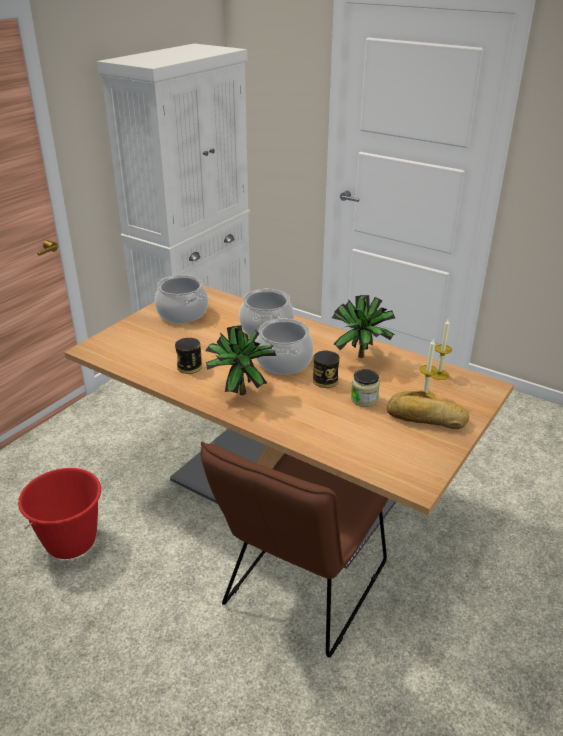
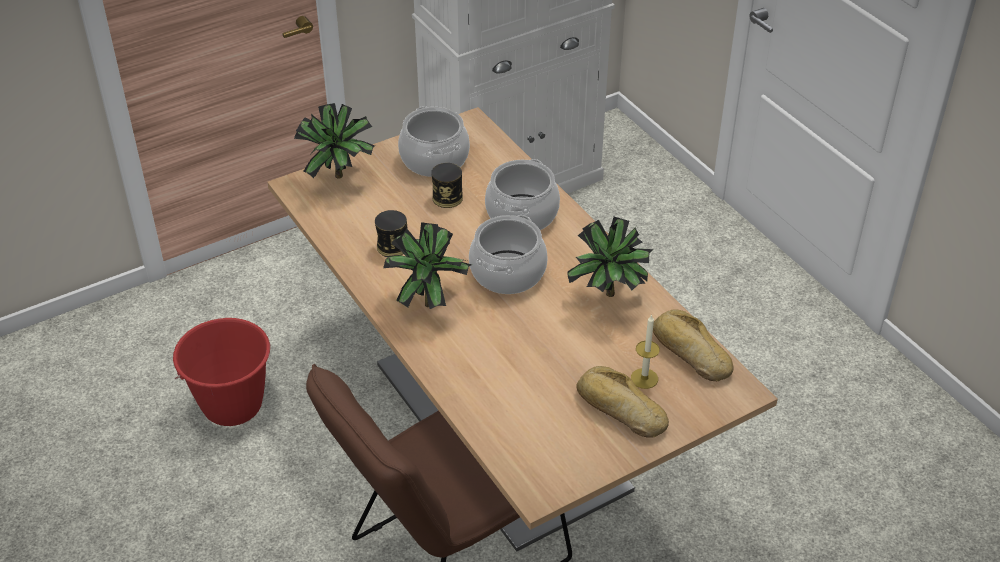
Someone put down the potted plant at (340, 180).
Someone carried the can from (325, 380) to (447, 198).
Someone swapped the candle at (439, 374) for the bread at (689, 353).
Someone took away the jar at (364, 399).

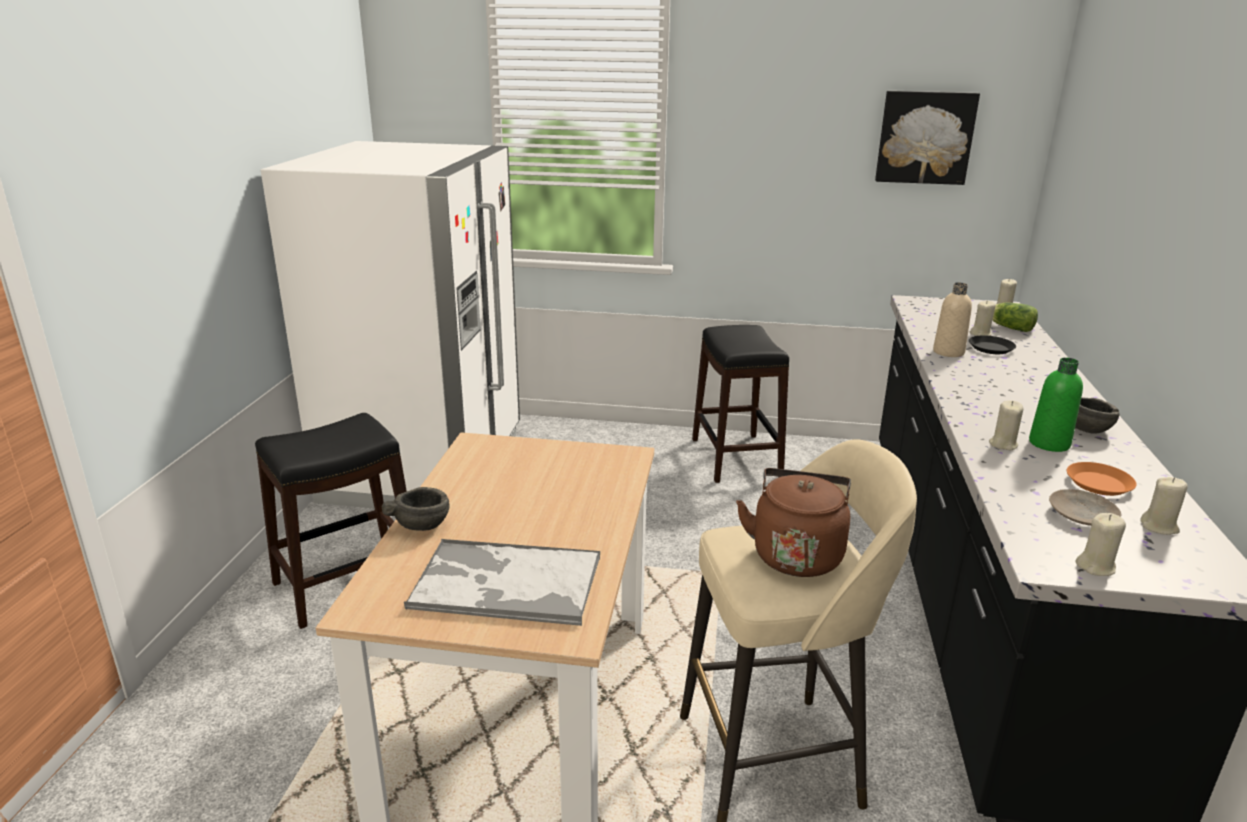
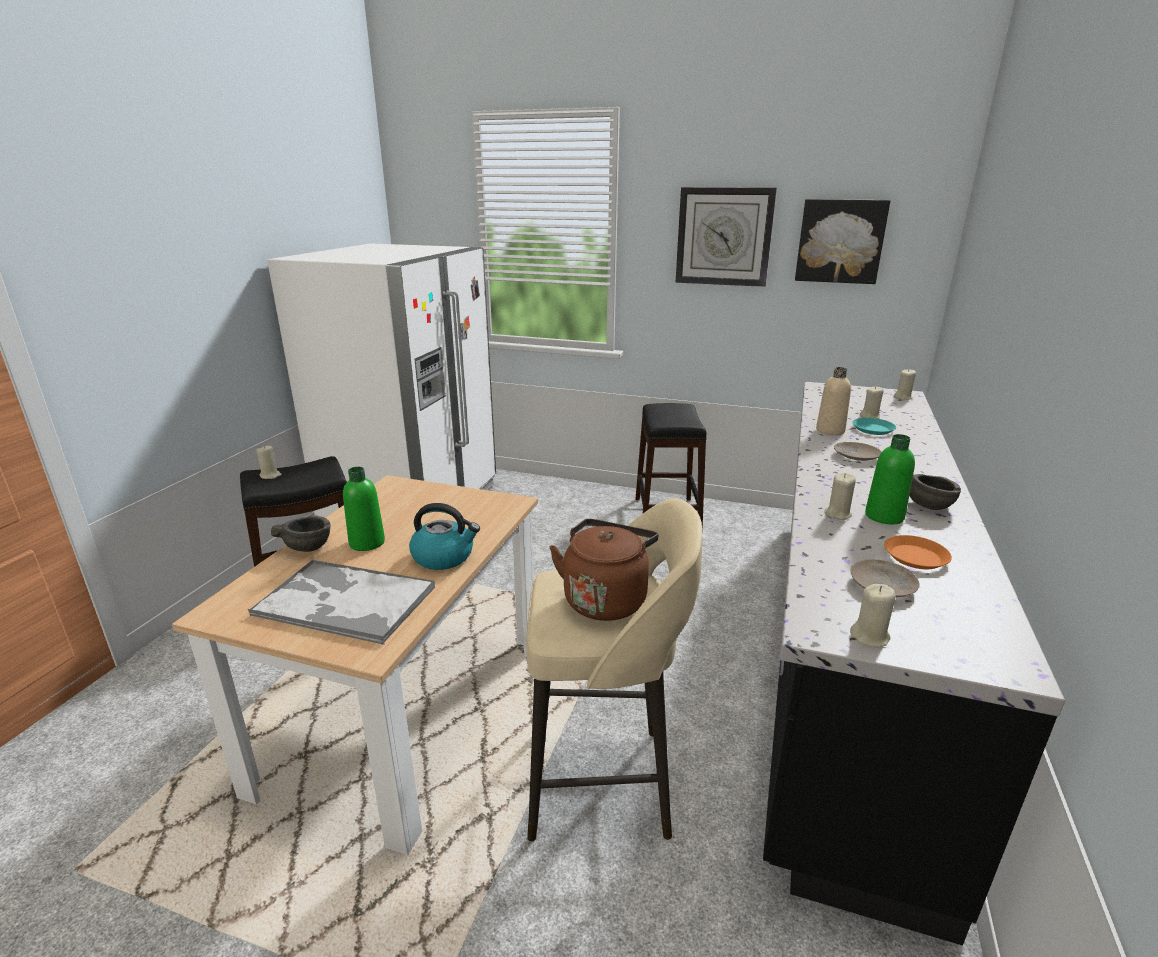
Someone carried the candle (beige) from (1159, 527) to (270, 475).
Someone put down the bottle (green) at (367, 543).
Someone put down the kettle at (444, 557).
Someone put up the wall clock at (724, 237).
Someone put down the plate (beige) at (855, 456).
Someone repainted the plate (black) at (991, 348), which became the plate (turquoise) at (873, 429).
Someone took away the lettuce at (1008, 327).

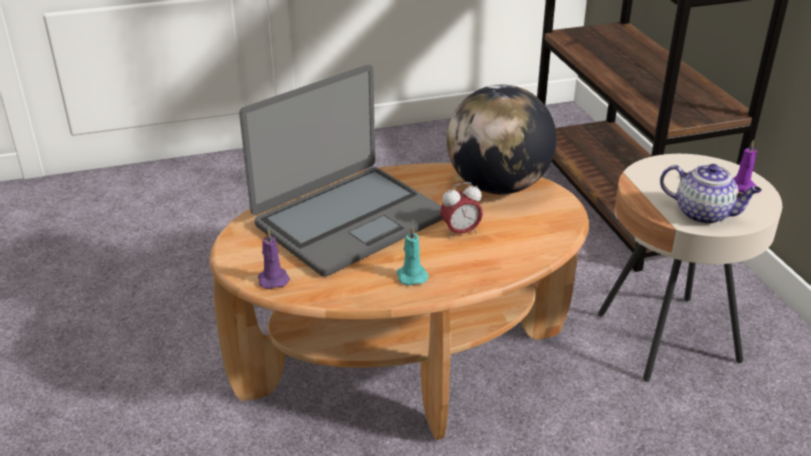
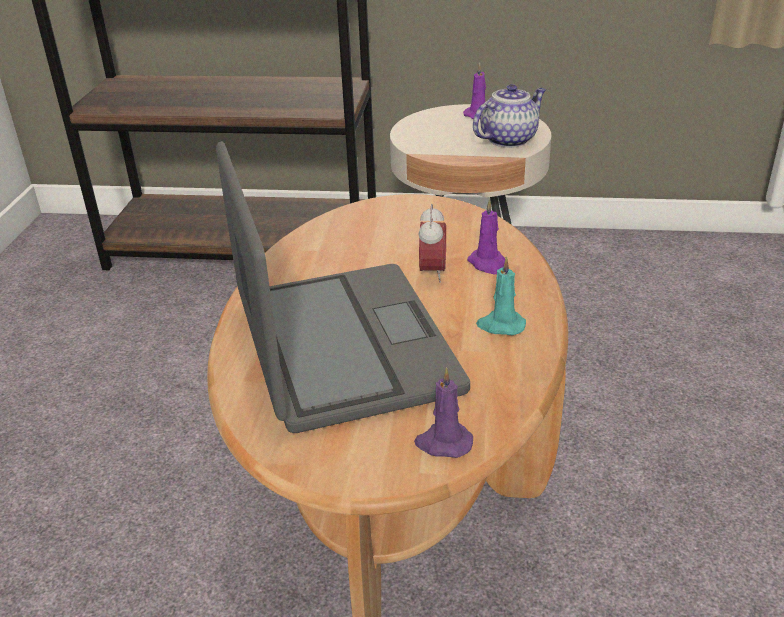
Someone put down the candle (purple) at (488, 264).
Someone took away the globe at (497, 186).

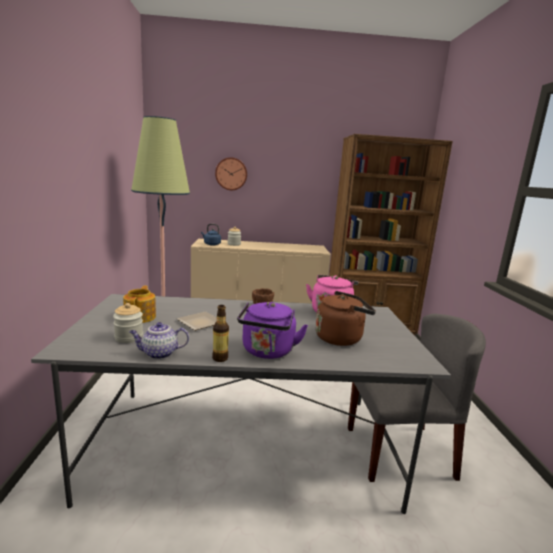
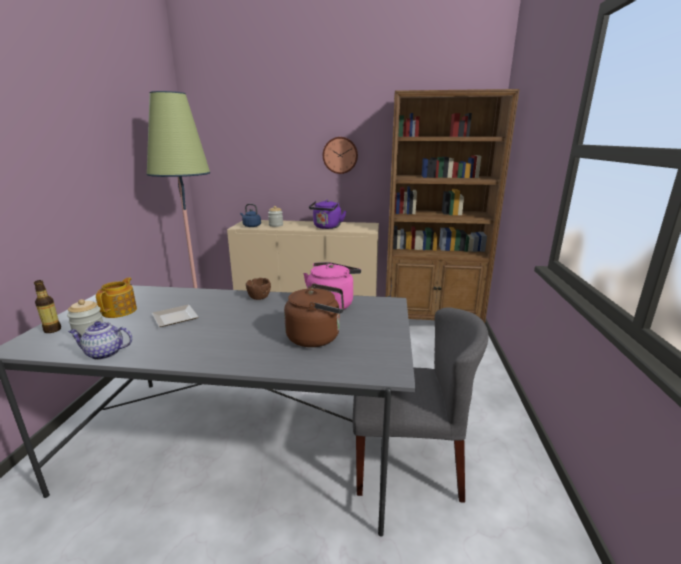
Someone carried the bottle from (220, 358) to (52, 330).
Someone carried the kettle (purple) from (267, 352) to (327, 227).
Someone carried the wall clock from (231, 174) to (340, 155).

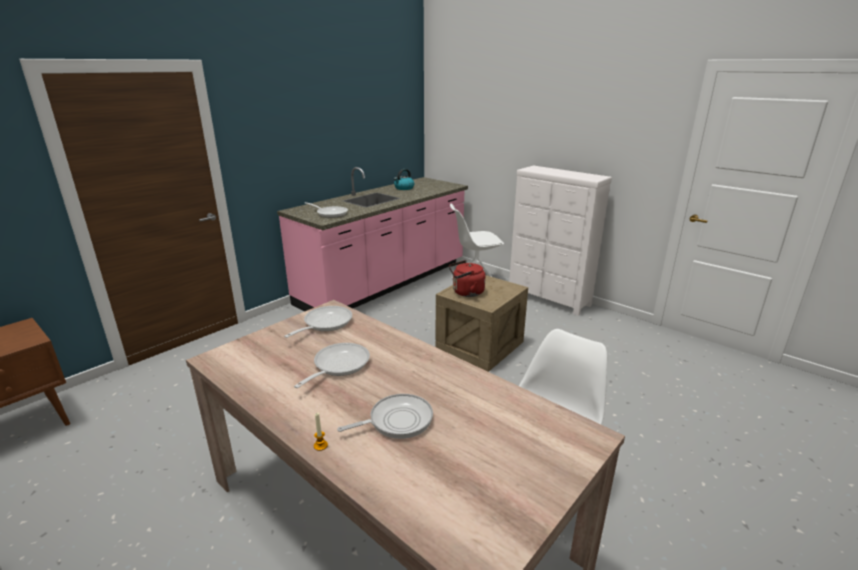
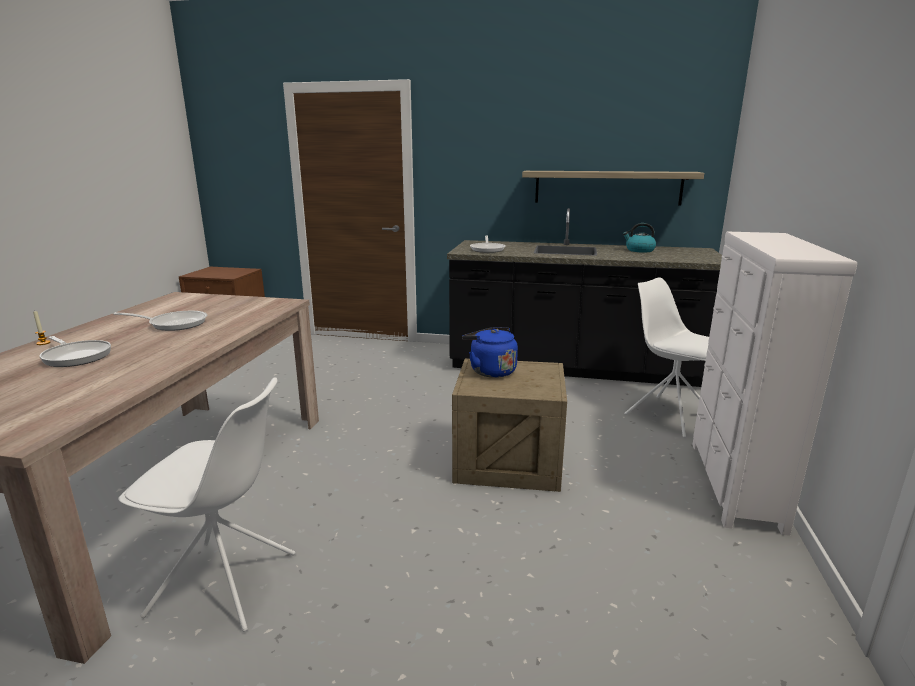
Someone repainted the counter (pink) at (385, 283), which became the counter (black) at (574, 367).
Someone repainted the kettle (red) at (466, 293), which became the kettle (blue) at (490, 371).
Someone put up the shelf at (607, 187).
Someone took away the frying pan at (324, 323).

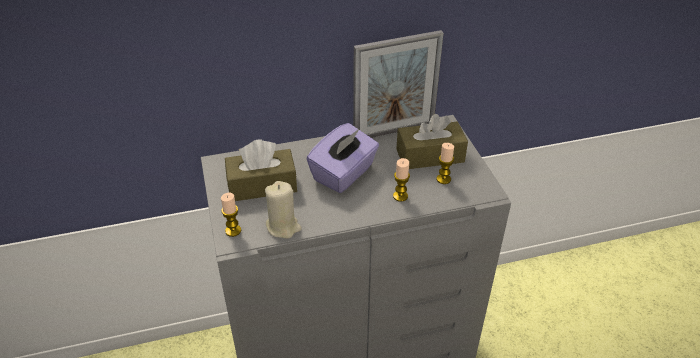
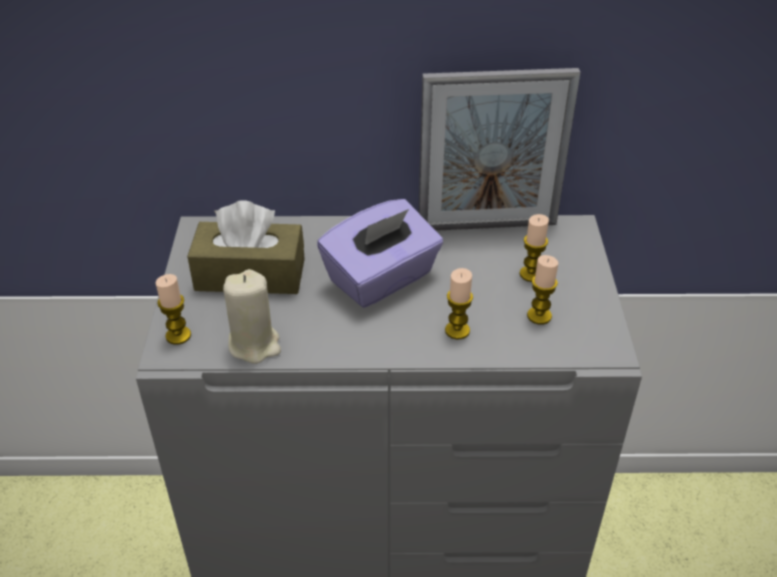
Someone swapped the tissue box (brown) at (430, 156) for the candle at (531, 274).

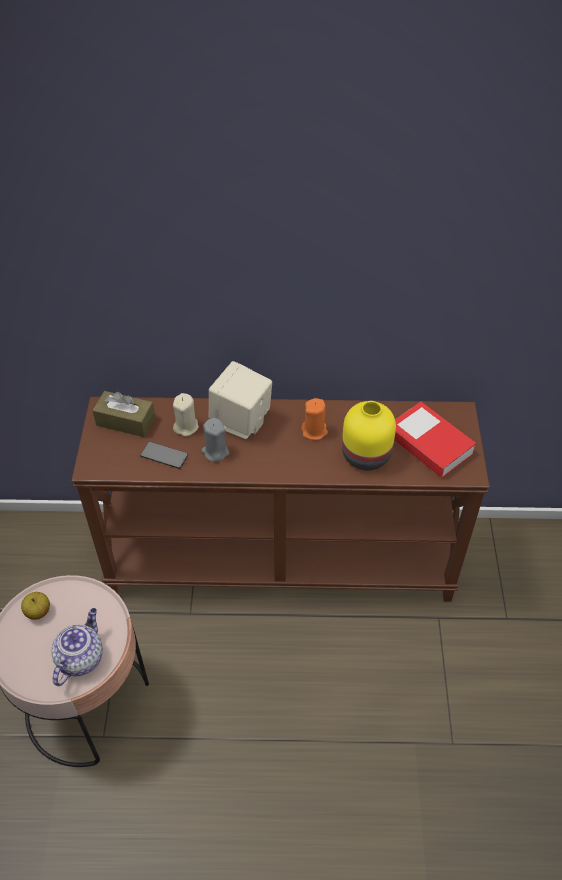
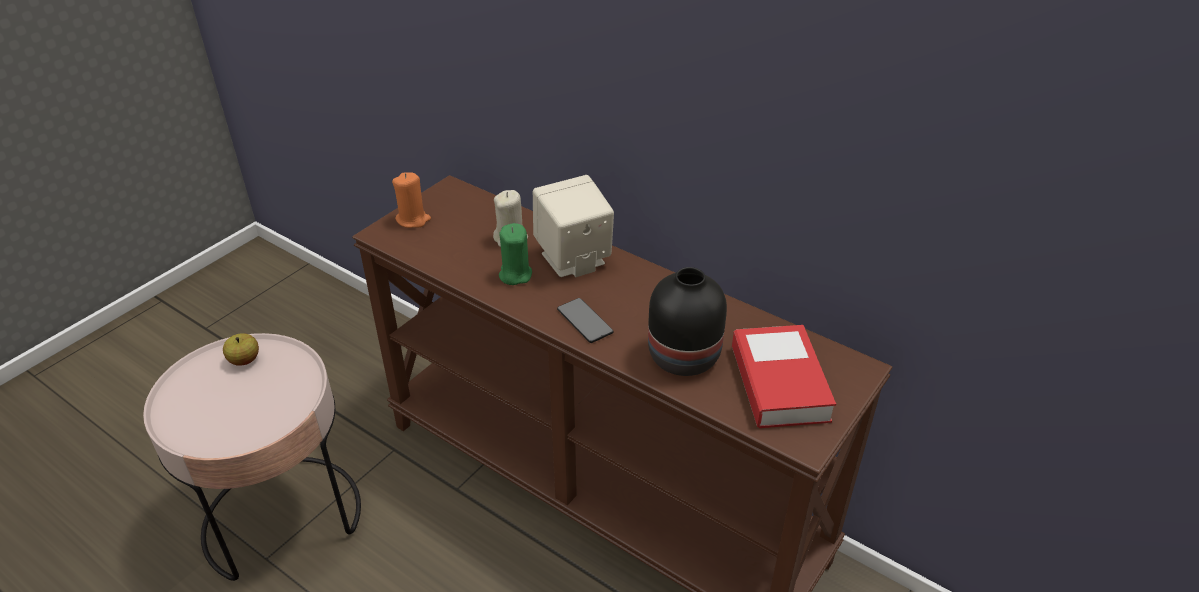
Someone carried the candle (orange) from (314, 431) to (413, 219).
Someone repainted the candle (grey) at (215, 452), which became the candle (green) at (515, 274).
Someone carried the phone from (164, 456) to (584, 321).
Someone repainted the vase (yellow) at (366, 454), which became the vase (black) at (685, 355).
Someone took away the teapot at (80, 657).
Someone took away the tissue box (brown) at (125, 421).

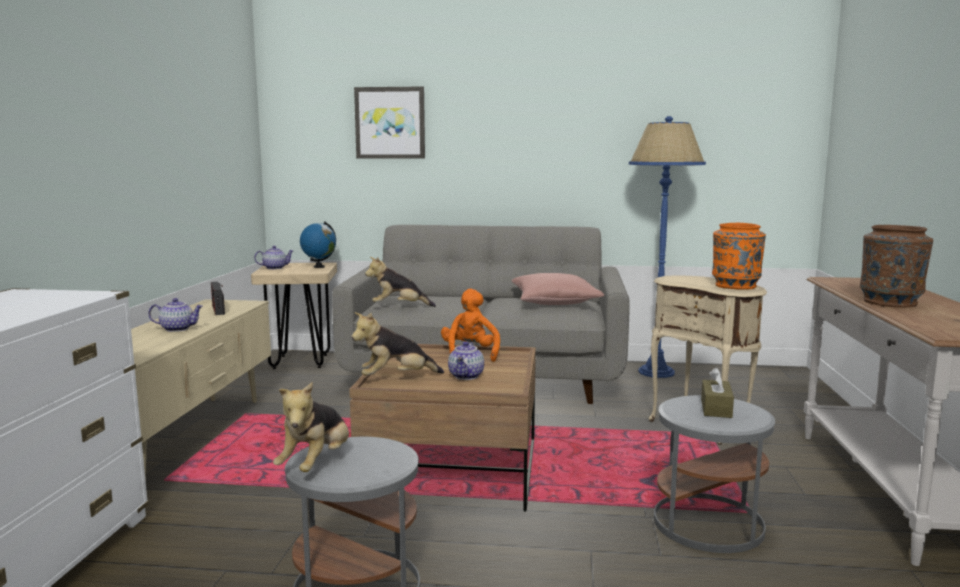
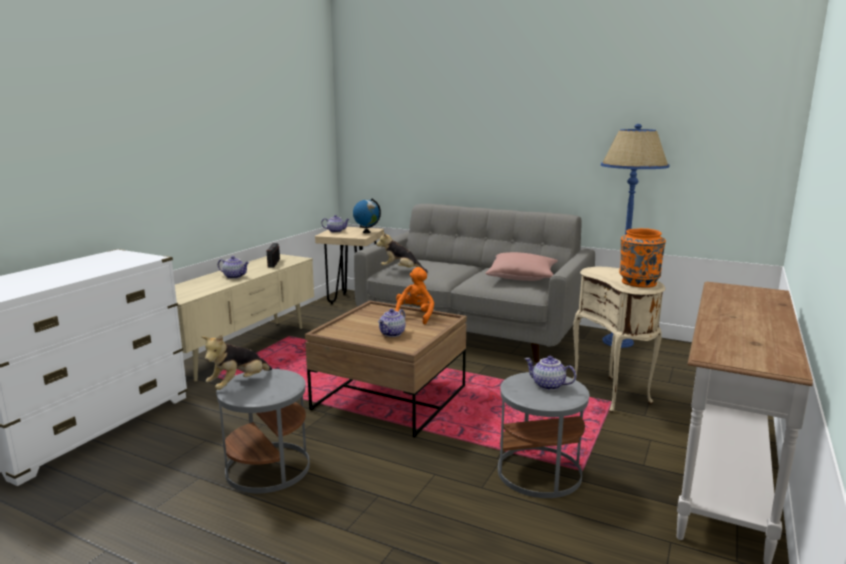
Someone swapped the tissue box (brown) at (716, 408) for the teapot at (548, 386).
Someone took away the plush toy at (396, 378).
Someone took away the picture at (390, 123).
Someone took away the vase (brown) at (890, 302).

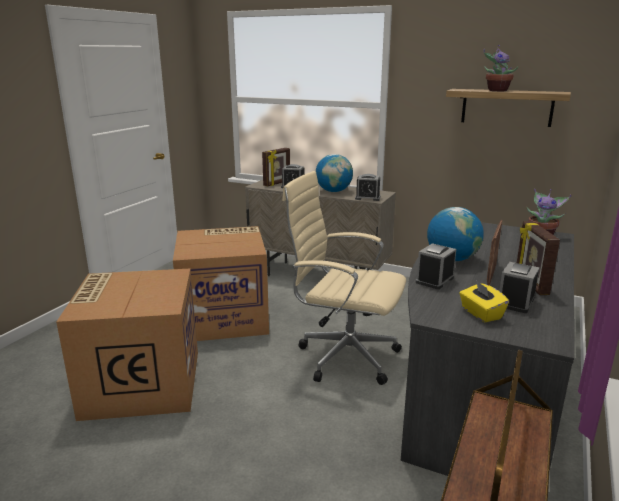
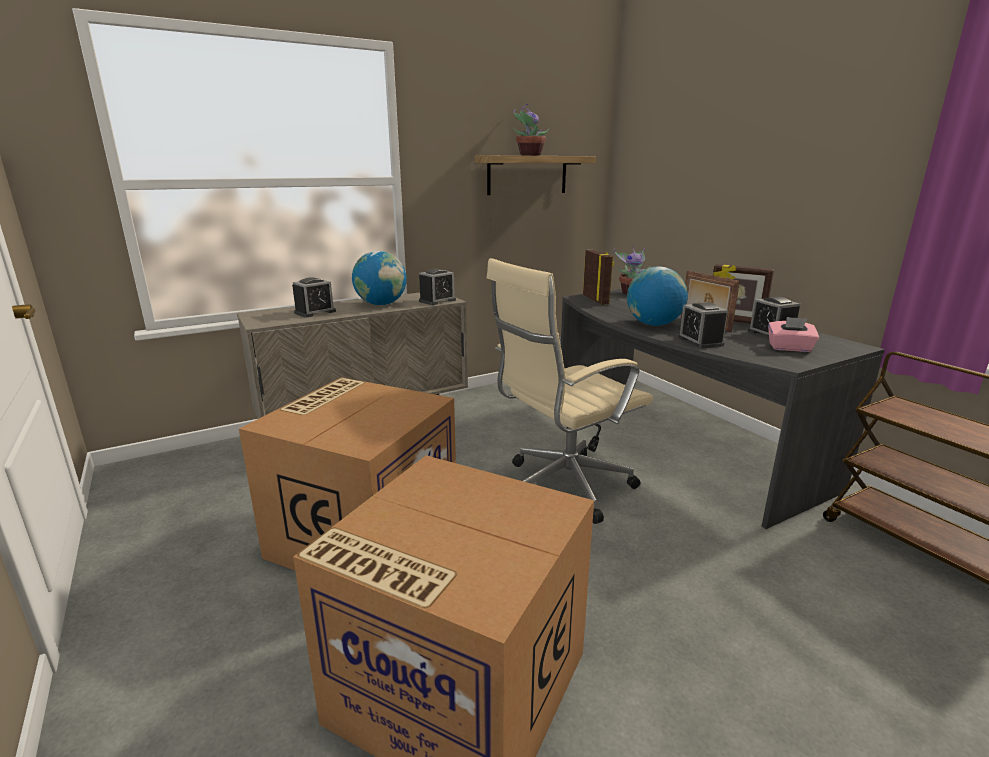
Someone carried the picture frame from (277, 183) to (596, 300).
Someone repainted the tissue box (yellow) at (481, 313), which became the tissue box (pink) at (789, 348).

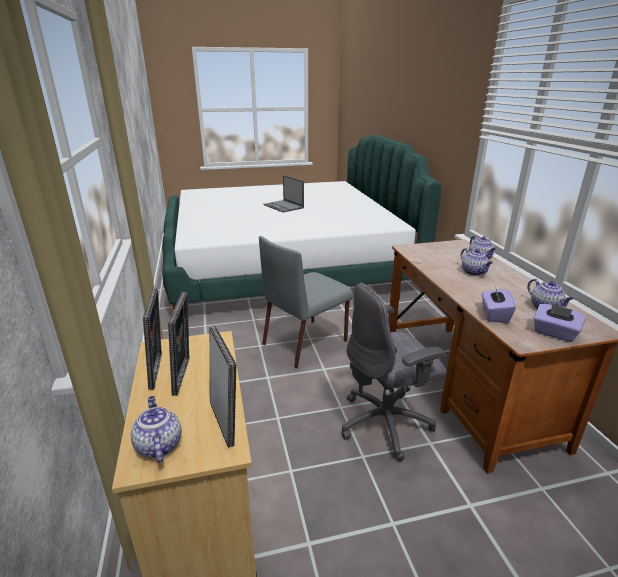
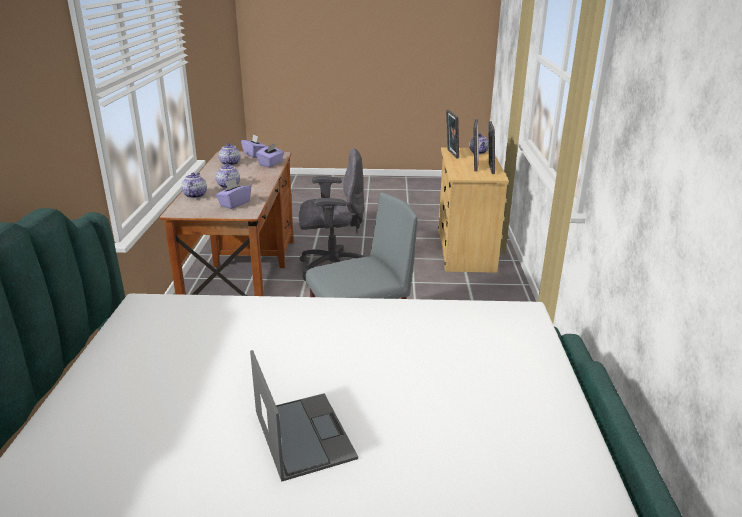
Someone put down the tissue box (purple) at (234, 204).

